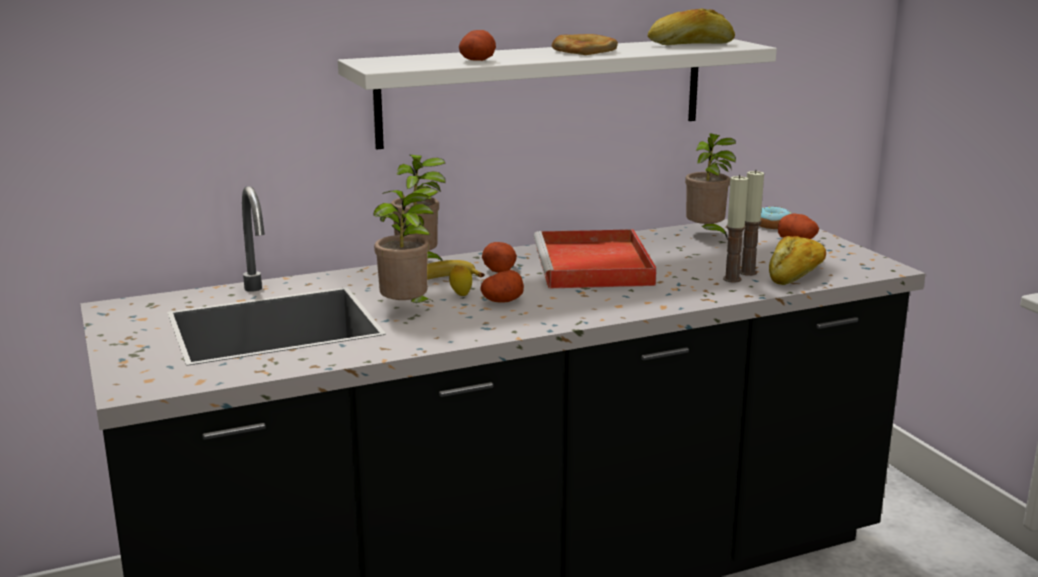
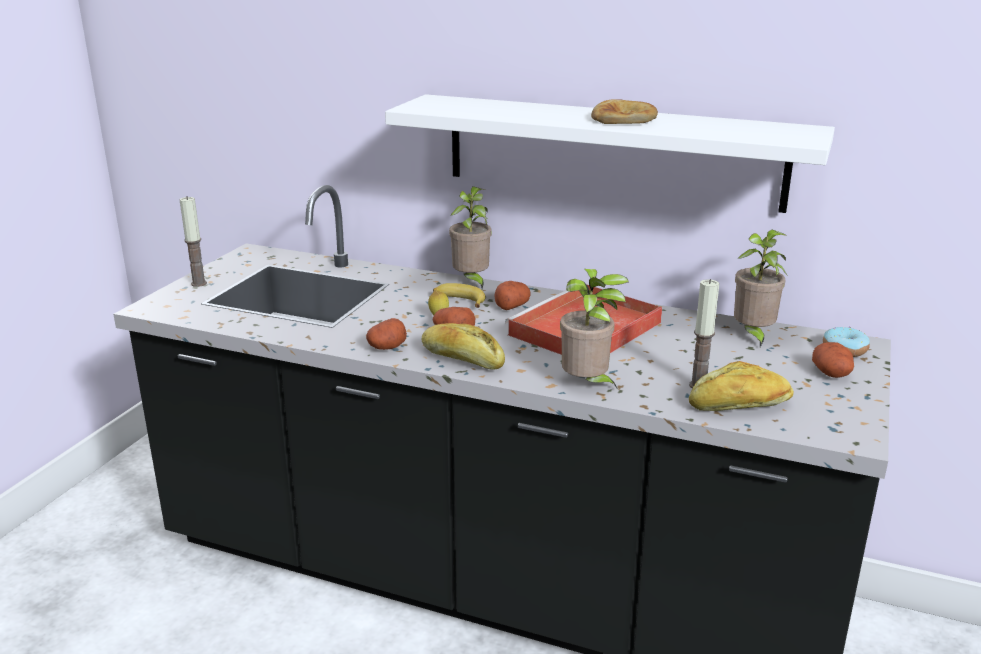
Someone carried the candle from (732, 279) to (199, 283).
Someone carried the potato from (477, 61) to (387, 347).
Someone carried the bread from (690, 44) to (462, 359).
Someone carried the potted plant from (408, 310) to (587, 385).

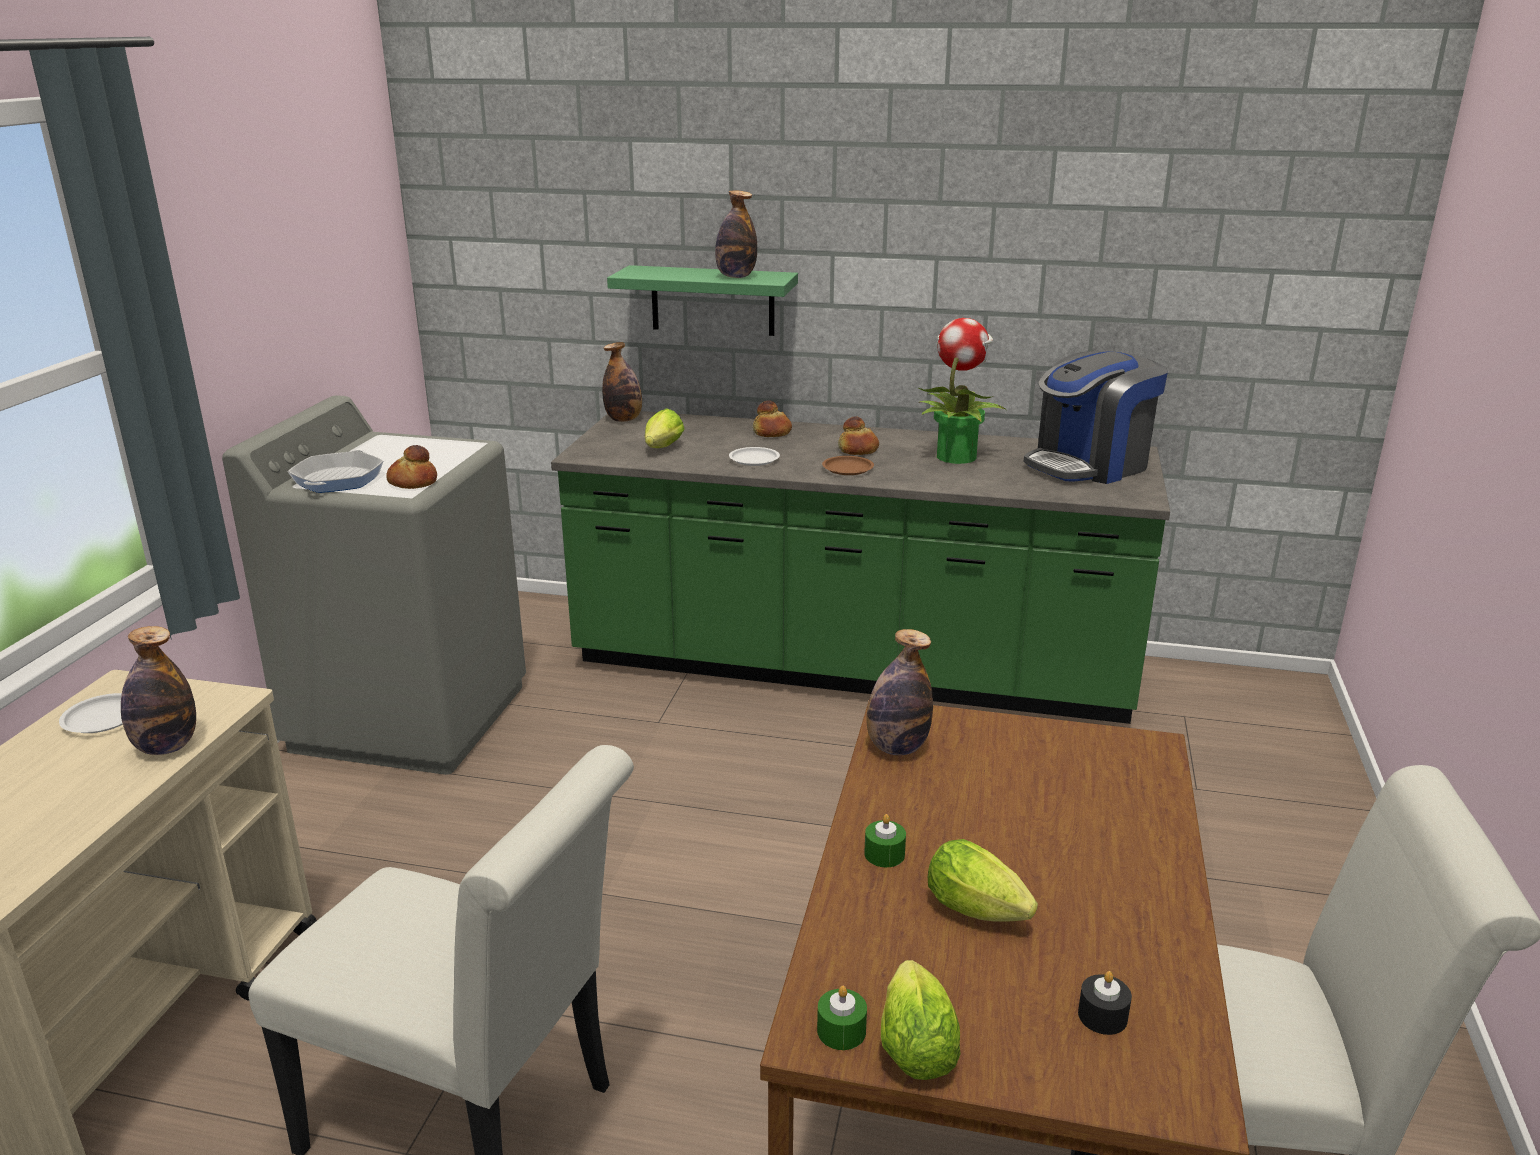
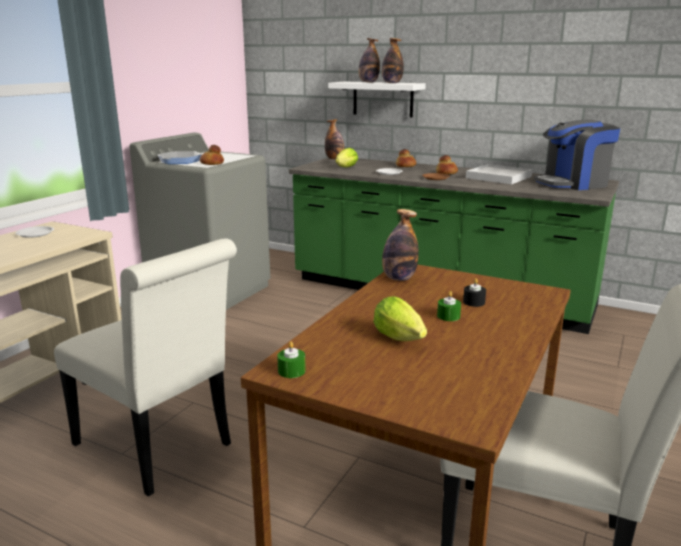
Someone repainted the shelf (green) at (712, 300), which became the shelf (white) at (383, 99).
Someone carried the bottle from (166, 747) to (368, 82).
Someone carried the candle (green) from (884, 854) to (448, 316).
Someone carried the candle (black) from (1102, 1016) to (474, 302).
Someone swapped the potted plant at (956, 456) for the tray (white) at (498, 177).
Someone took away the lettuce at (914, 1042).

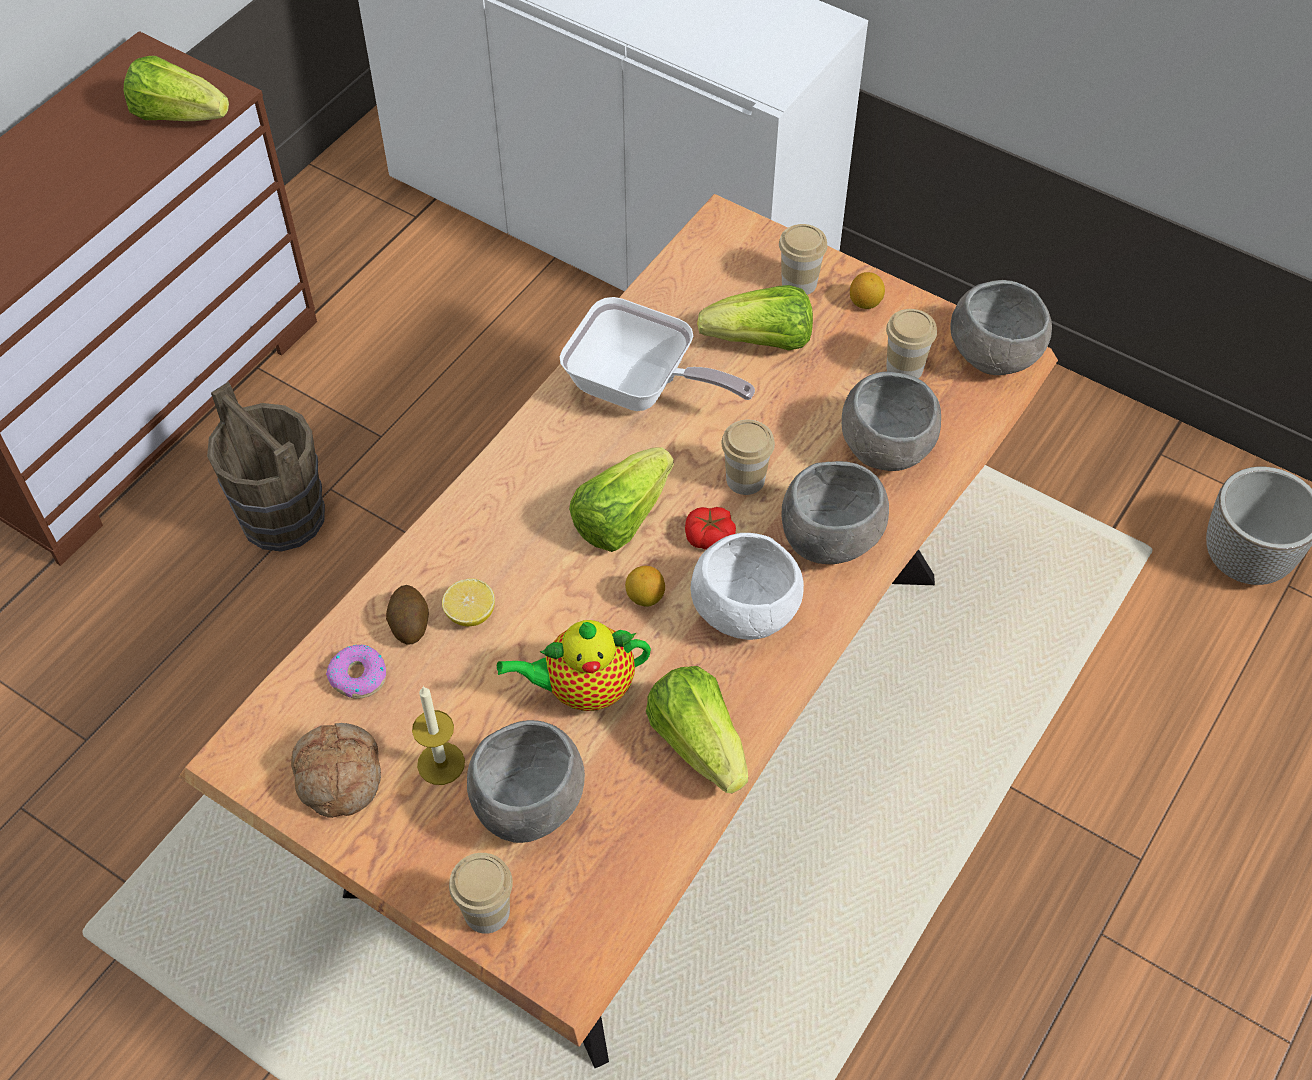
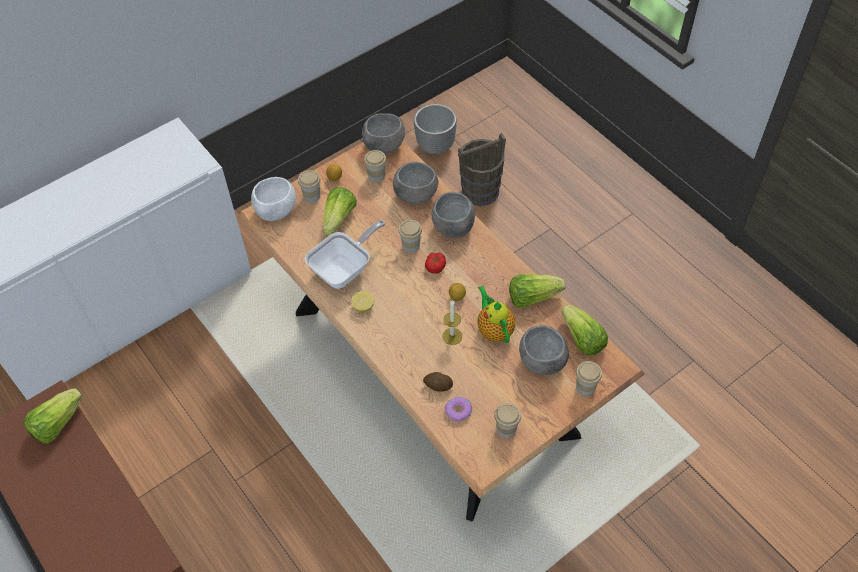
Someone carried the bowl (white) from (743, 612) to (275, 212).
Someone carried the lemon from (470, 614) to (363, 306).
Someone carried the candle from (441, 763) to (452, 336).
Someone carried the bucket (brown) from (282, 516) to (479, 191).
Someone rotated the teapot at (583, 689) by 150 degrees clockwise.
Someone swapped the bread at (337, 776) for the cup at (506, 429).
Someone carried the lettuce from (621, 517) to (582, 339).

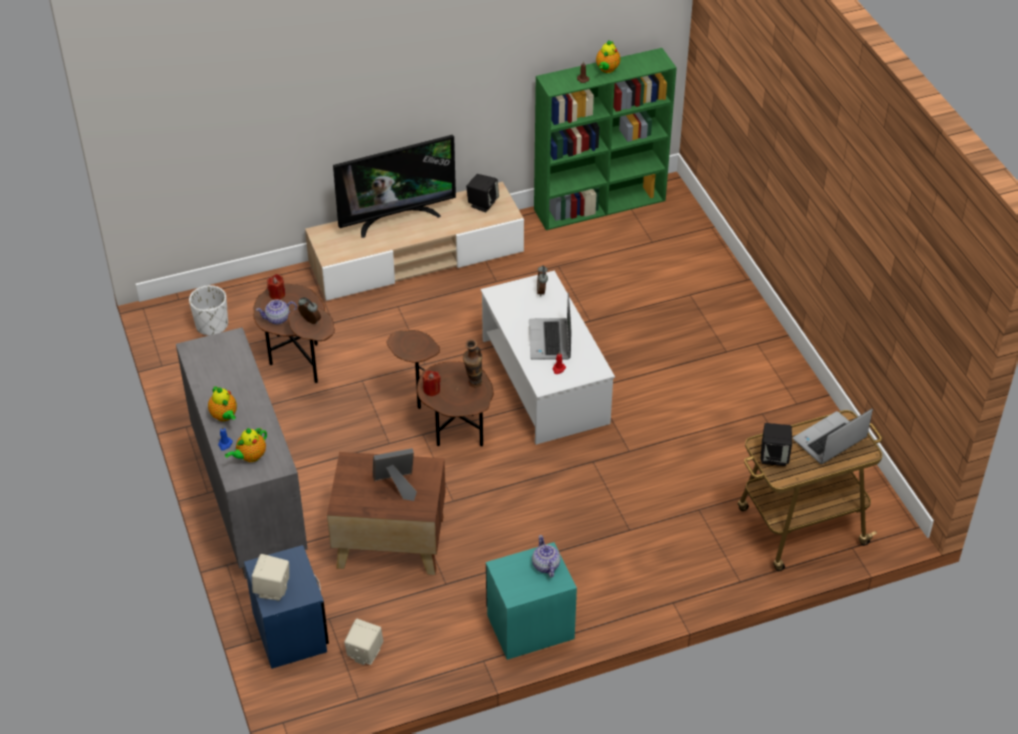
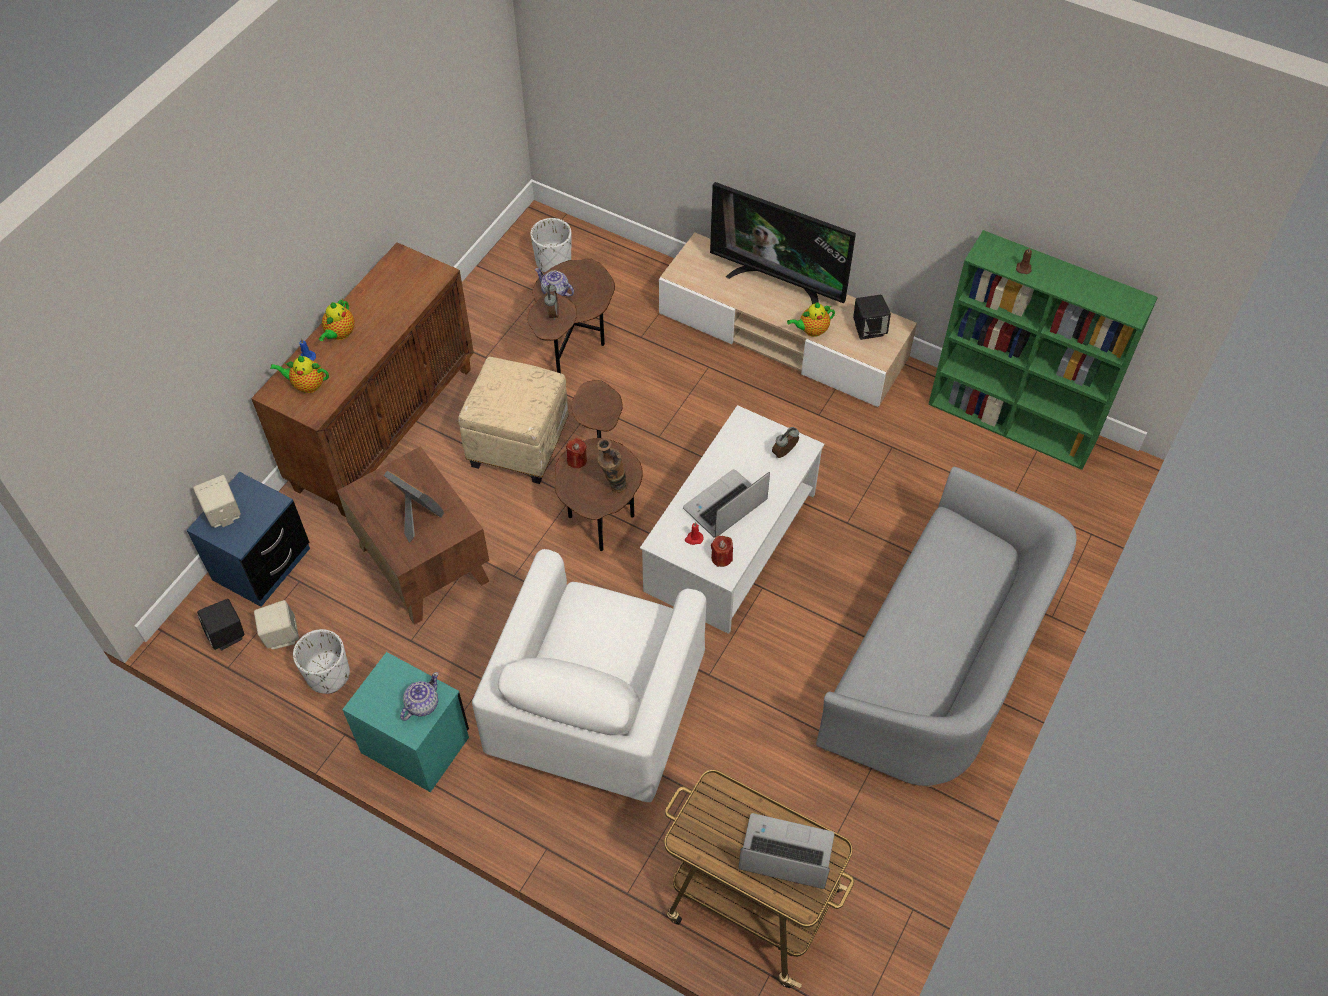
Someone carried the speaker (black) from (774, 456) to (227, 635).
Someone repainted the cabinet (grey) at (247, 497), which became the cabinet (brown) at (384, 427).
Someone put down the planter (white) at (328, 675).
Someone put down the ottoman (beige) at (518, 444).
Someone put down the armchair (white) at (597, 713).
Someone carried the candle (red) from (277, 294) to (721, 558).
Someone carried the teapot from (607, 69) to (811, 330).
Someone put down the sofa (grey) at (939, 665).

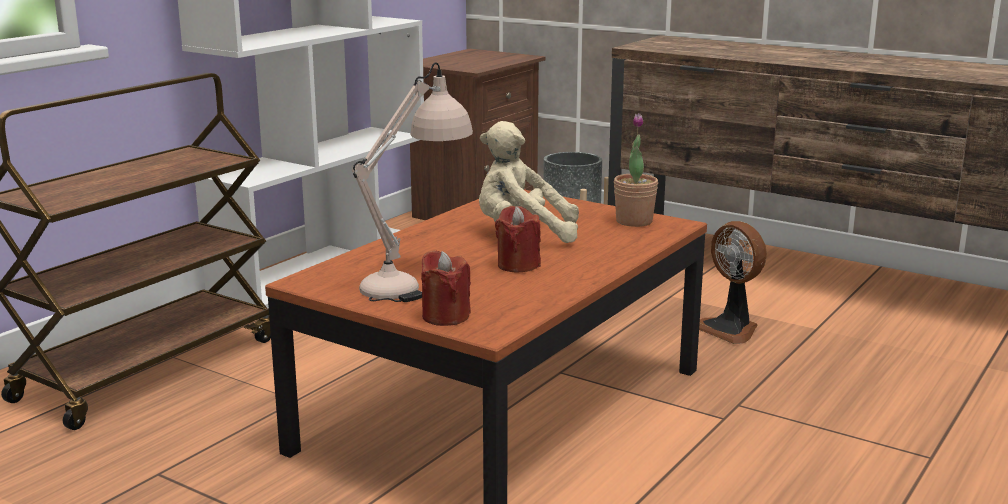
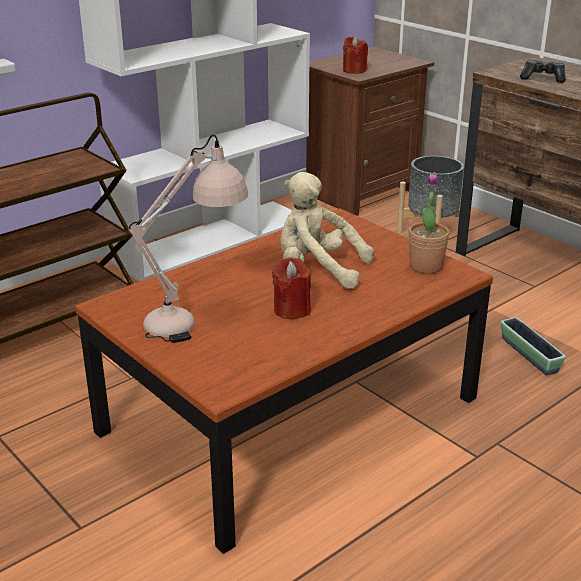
Someone carried the candle (red) from (445, 316) to (354, 70).
Someone swapped the fan at (730, 329) for the planter at (529, 355).
Someone put down the game controller at (543, 78).

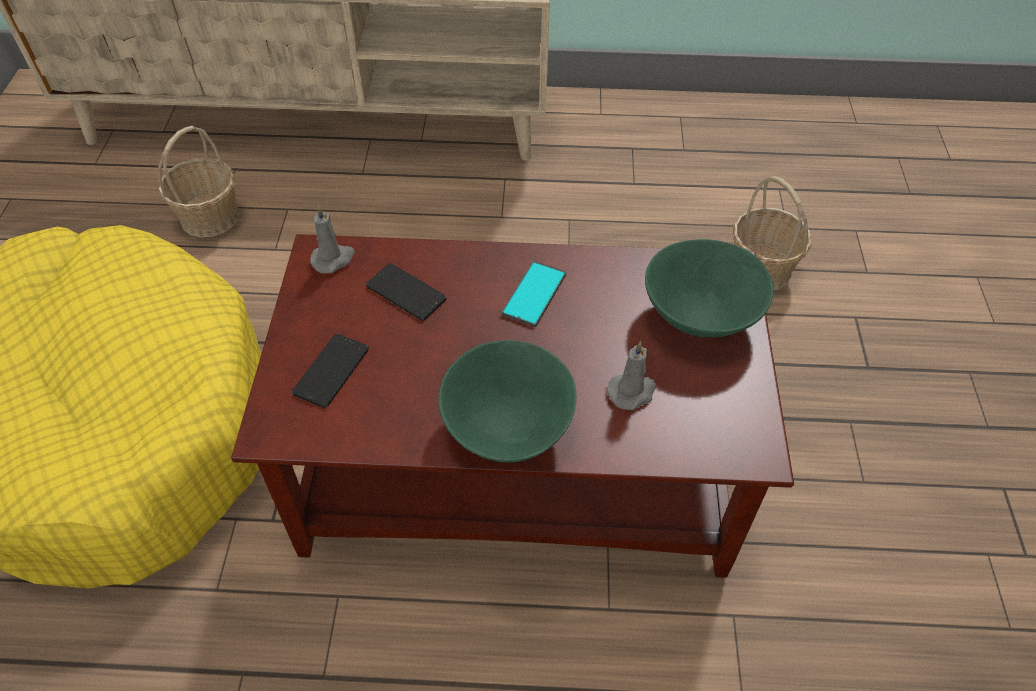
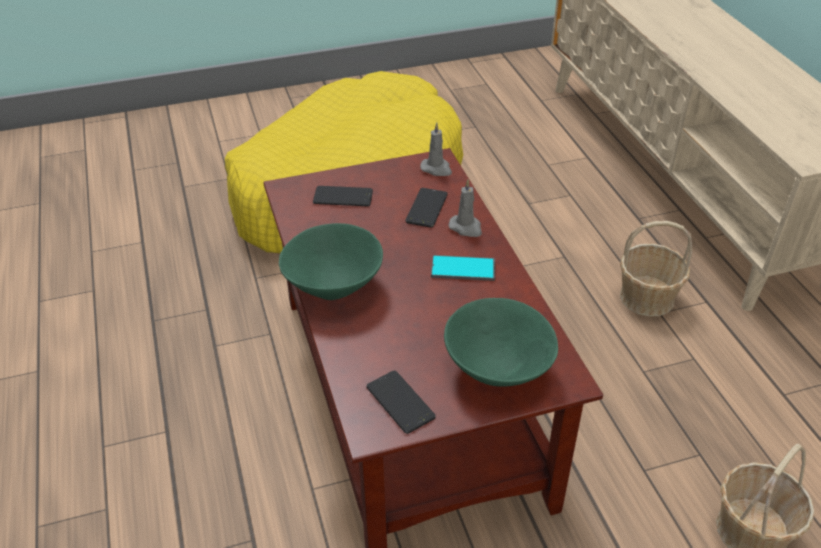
Someone put down the phone at (400, 402).
Someone carried the candle (grey) from (632, 392) to (466, 228).
Someone carried the basket from (210, 216) to (647, 298).

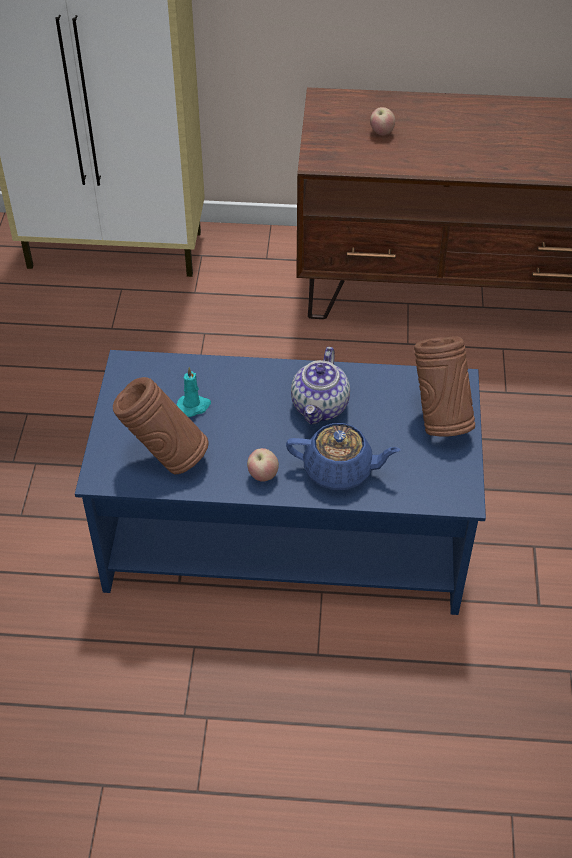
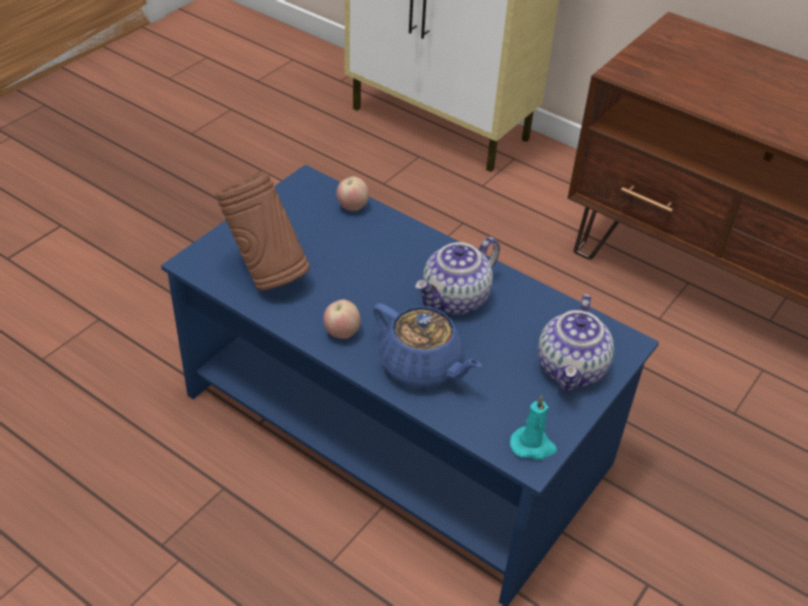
Someone carried the apple from (381, 132) to (352, 207).
Someone carried the candle (turquoise) from (194, 406) to (533, 446).
Someone swapped the vase (brown) at (439, 419) for the teapot at (572, 369).

